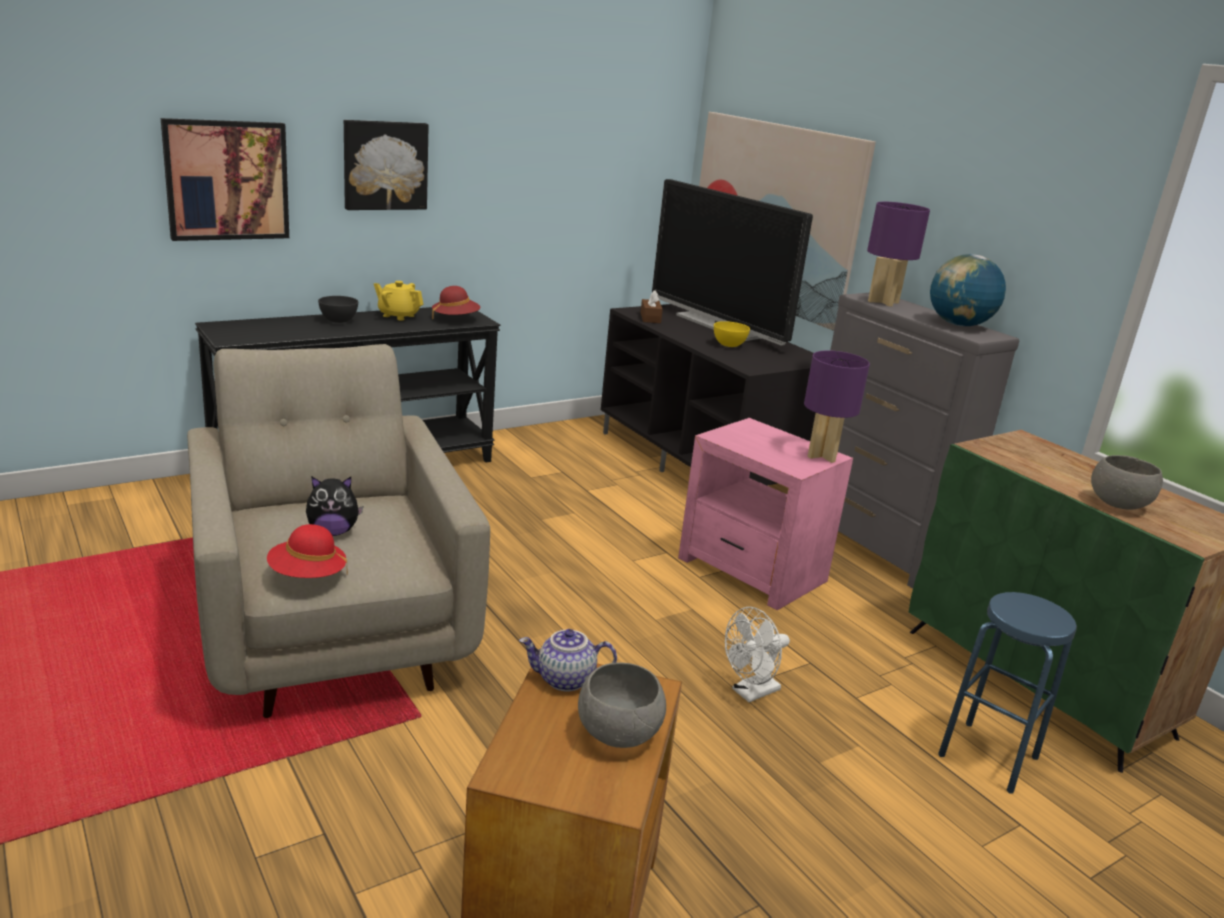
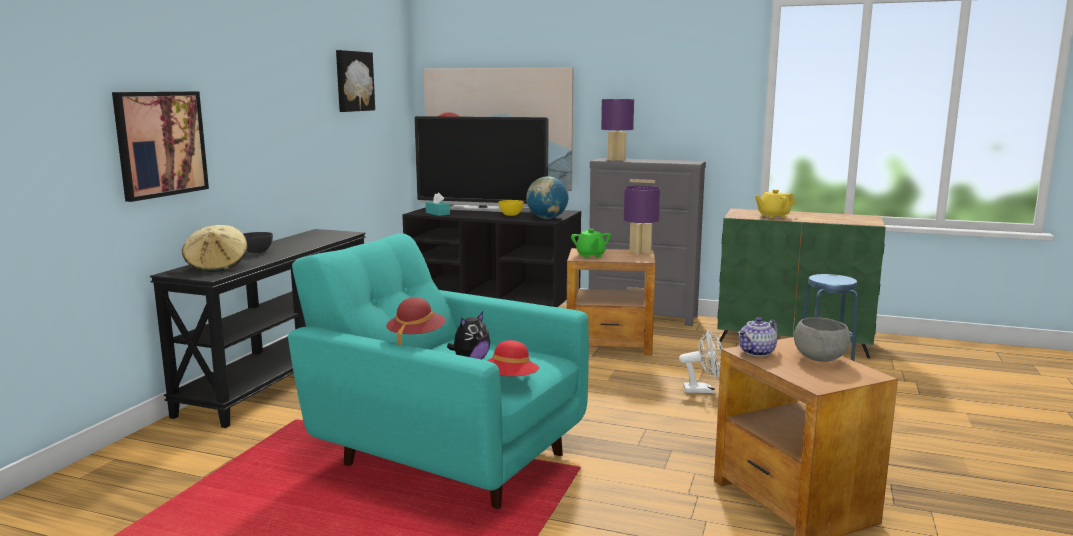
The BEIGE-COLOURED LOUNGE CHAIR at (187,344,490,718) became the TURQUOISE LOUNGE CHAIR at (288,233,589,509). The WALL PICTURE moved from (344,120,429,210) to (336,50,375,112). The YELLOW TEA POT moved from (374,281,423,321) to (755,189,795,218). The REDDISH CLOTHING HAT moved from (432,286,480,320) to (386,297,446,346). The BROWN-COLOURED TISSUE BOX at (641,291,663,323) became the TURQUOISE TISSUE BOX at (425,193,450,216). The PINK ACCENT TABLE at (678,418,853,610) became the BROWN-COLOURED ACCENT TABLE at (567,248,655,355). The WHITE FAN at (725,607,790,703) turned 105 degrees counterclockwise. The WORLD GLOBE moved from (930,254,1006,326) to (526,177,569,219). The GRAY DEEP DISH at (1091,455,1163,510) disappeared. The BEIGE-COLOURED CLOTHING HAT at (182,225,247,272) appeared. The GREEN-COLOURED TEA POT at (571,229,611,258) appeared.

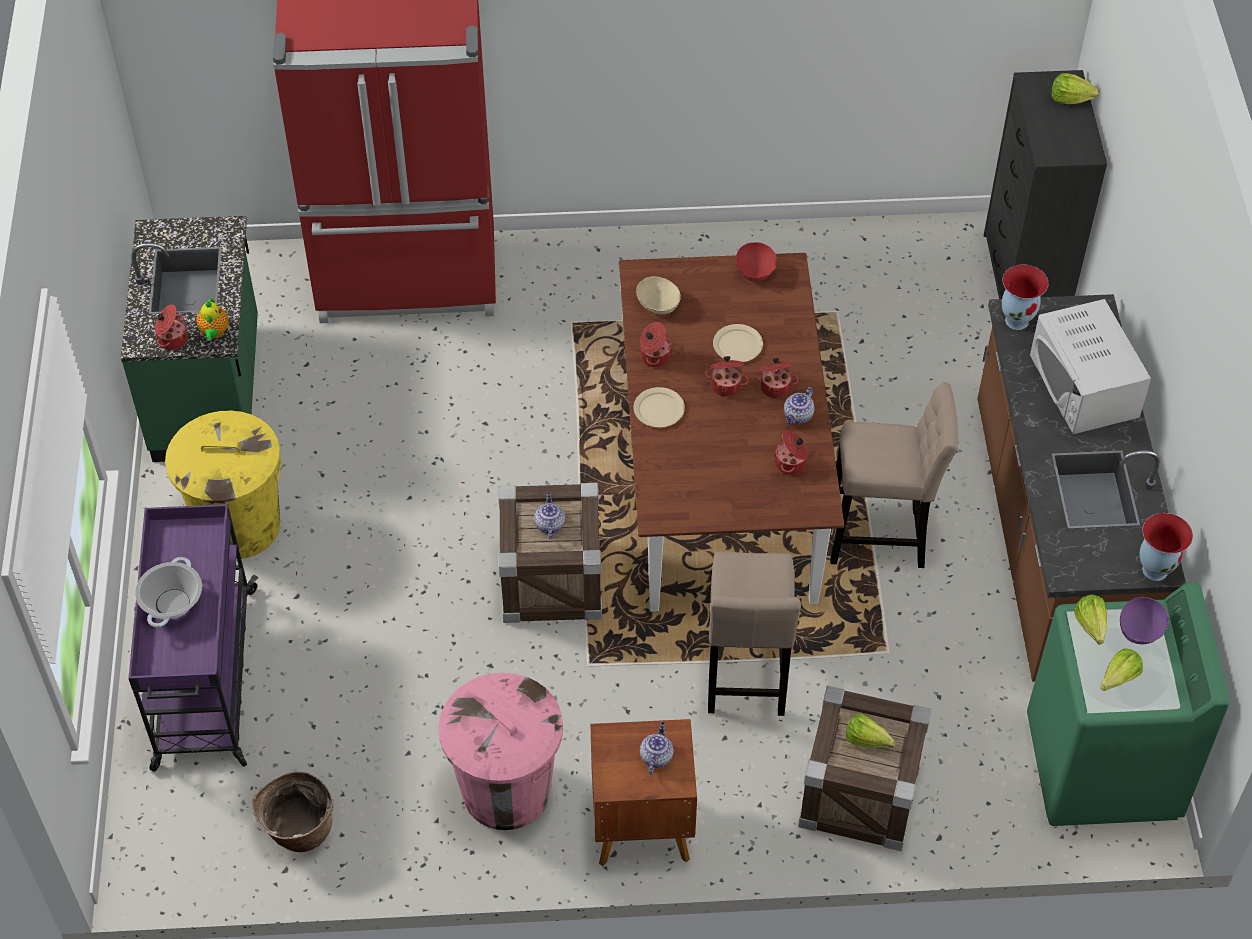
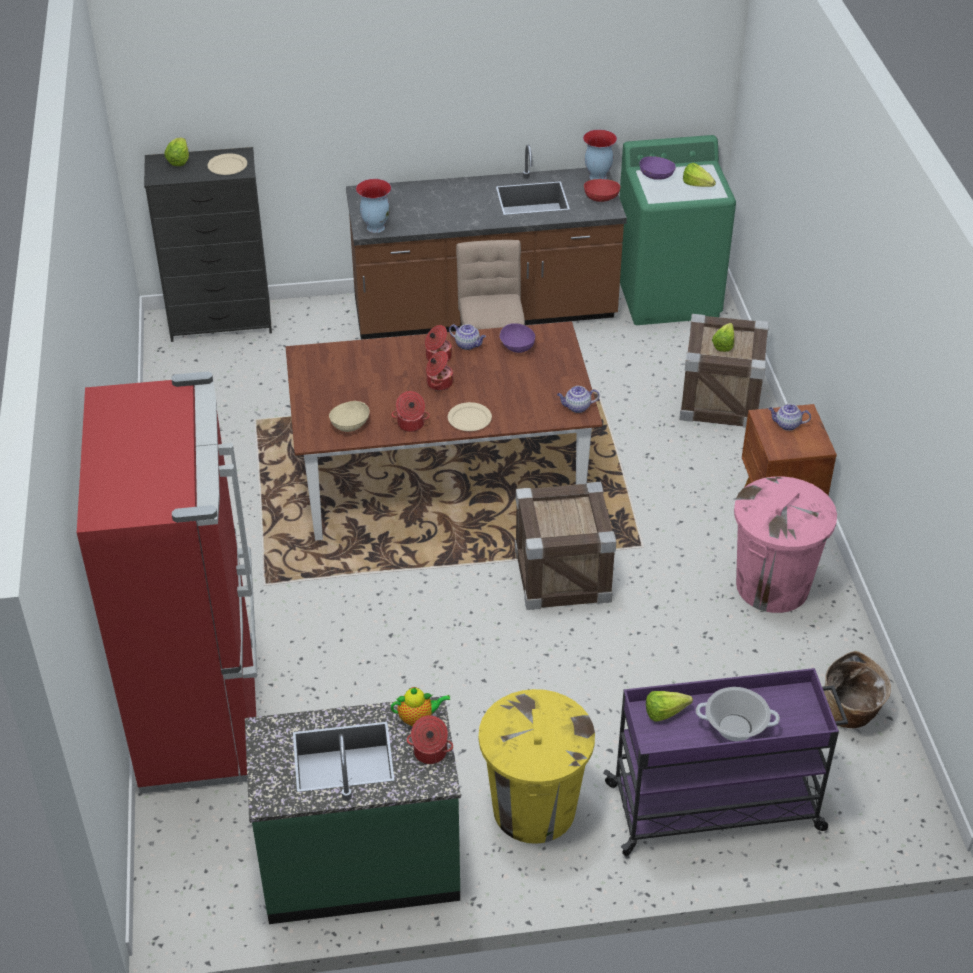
The TEA POT moved from (534,492,565,539) to (557,386,599,413). The BEIGE-COLOURED STOOL at (708,552,801,716) disappeared. The BEIGE-COLOURED FLAT DISH moved from (713,324,763,362) to (207,153,247,175). The REDDISH DEEP DISH moved from (736,242,777,281) to (584,179,620,202). The COOKING POT at (774,430,808,475) was replaced by the PURPLE-COLOURED DEEP DISH at (499,323,535,353). The WHITE MICROWAVE at (1030,299,1151,434) disappeared. The LETTUCE HEAD moved from (1074,594,1107,644) to (646,691,693,722).

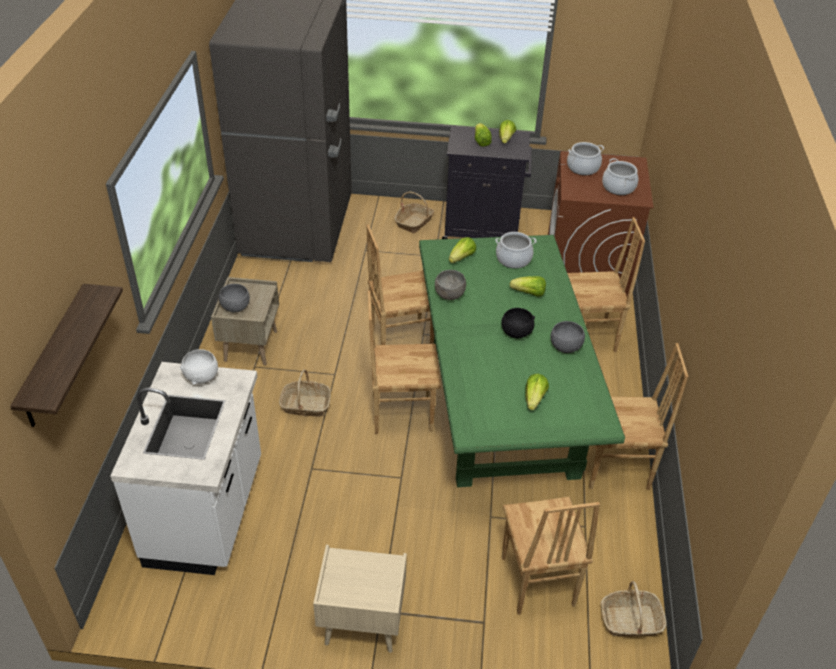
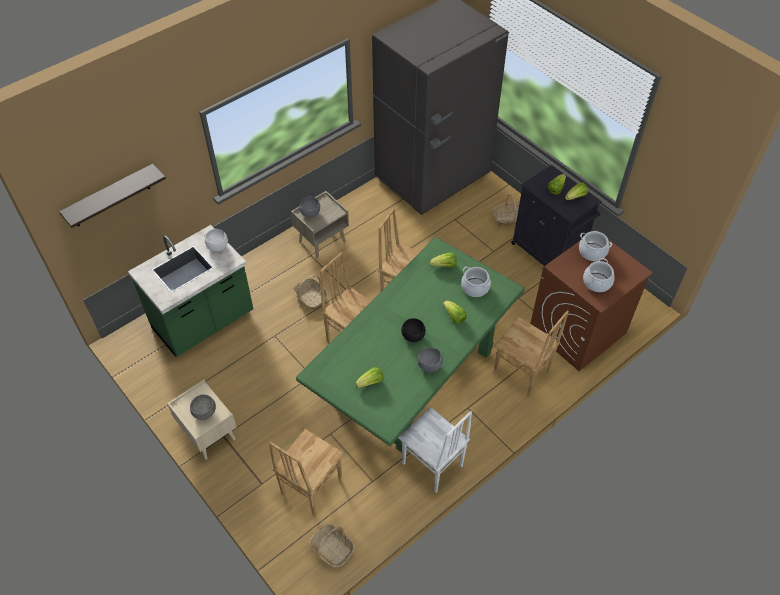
The WHITE KITCHEN COUNTER at (110,362,261,575) became the GREEN-COLOURED KITCHEN COUNTER at (128,225,253,357). The GRAY DEEP DISH moved from (435,270,466,300) to (190,395,216,420). The BROWN-COLOURED PLAIN CHAIR at (589,343,689,490) became the WHITE PLAIN CHAIR at (398,407,472,493).

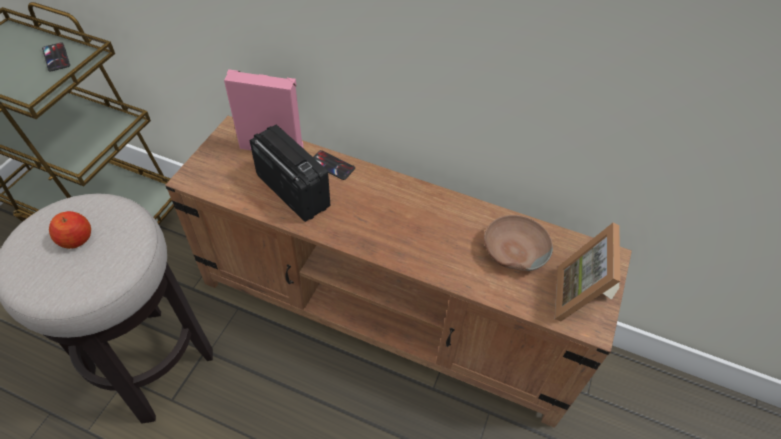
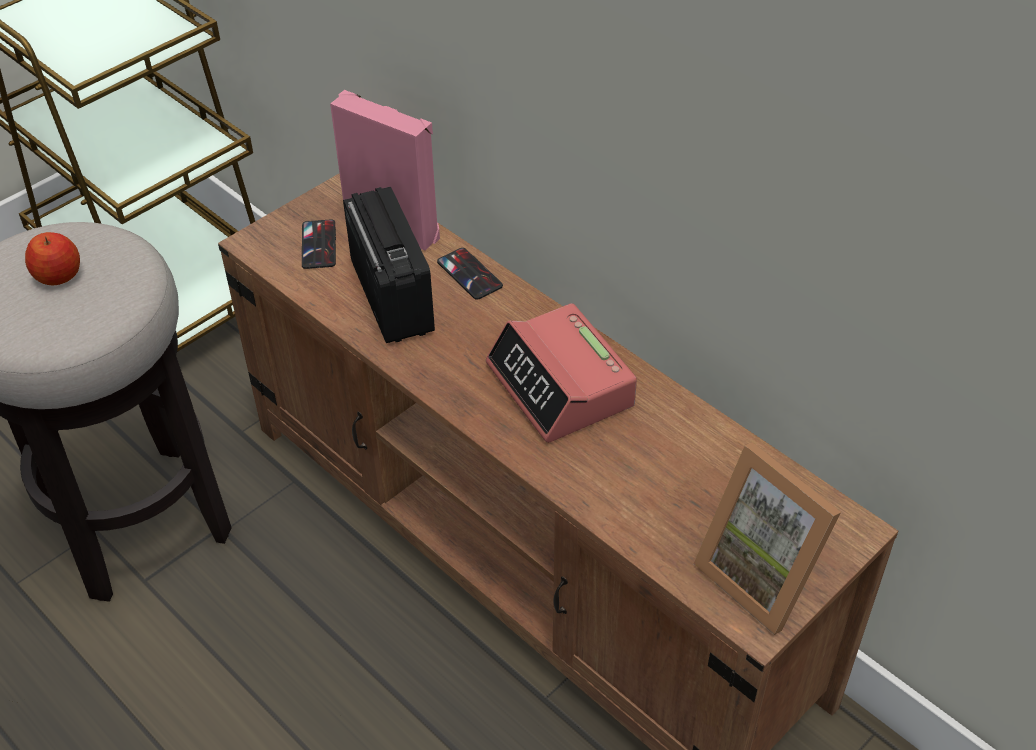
The TELEPHONE moved from (42,42,70,72) to (302,219,336,269). The BROWN-COLOURED DEEP DISH at (484,215,553,271) disappeared. The PICTURE FRAME at (555,223,620,321) turned 75 degrees counterclockwise. The BEDSIDE CLOCK at (486,303,637,443) appeared.

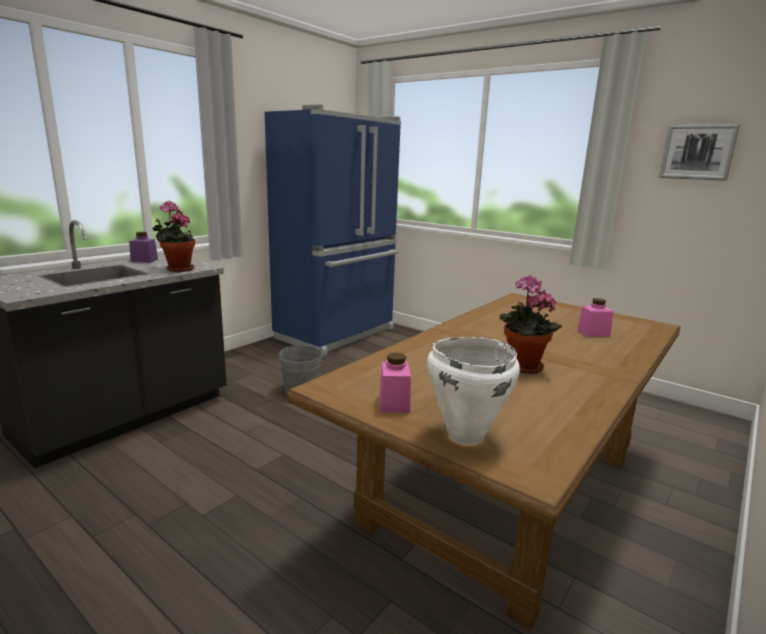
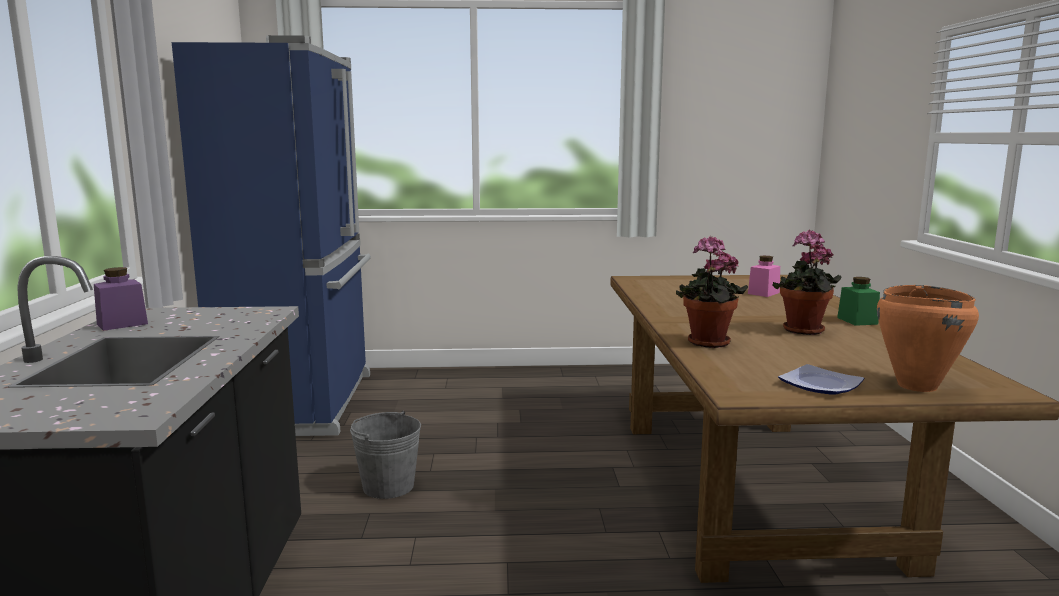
The POTTED PLANT moved from (153,201,195,272) to (676,237,748,348). The PINK PRESERVE JAR at (379,353,411,413) was replaced by the FLAT DISH at (778,364,864,394). The WHITE COOKING POT at (427,337,520,445) became the ORANGE-COLOURED COOKING POT at (877,285,979,392). The WALL PICTURE at (659,124,740,181) disappeared. The GREEN-COLOURED PRESERVE JAR at (837,277,880,326) appeared.

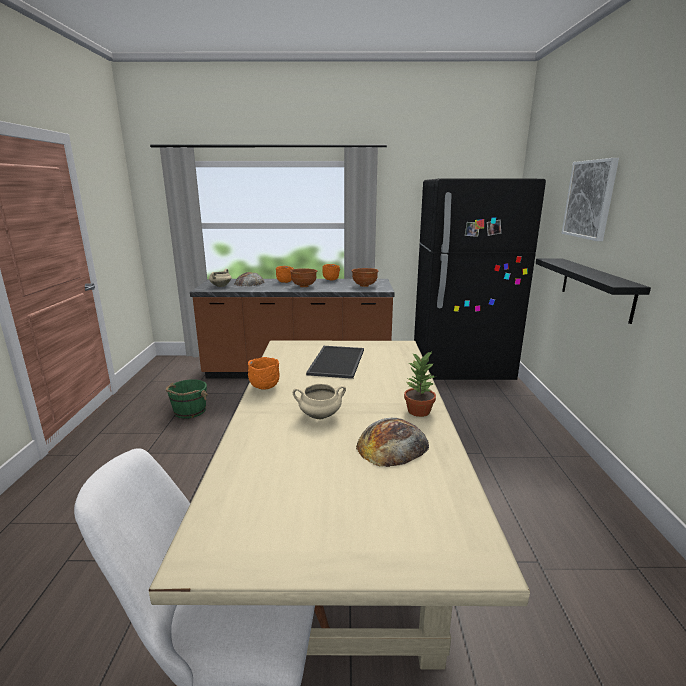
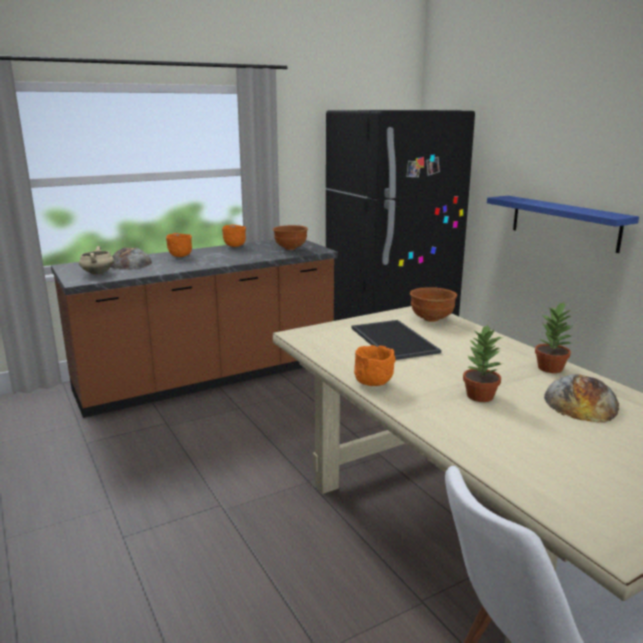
The GREEN-COLOURED BUCKET at (166,379,207,419) disappeared. The BROWN-COLOURED DEEP DISH moved from (290,268,317,287) to (410,287,457,322). The BEIGE-COLOURED COOKING POT at (293,384,346,419) was replaced by the POTTED PLANT at (463,324,503,402). The BLACK BRACKET SHELF at (536,259,651,324) became the BLUISH BRACKET SHELF at (487,196,639,253). The WALL PICTURE at (562,158,619,241) disappeared.

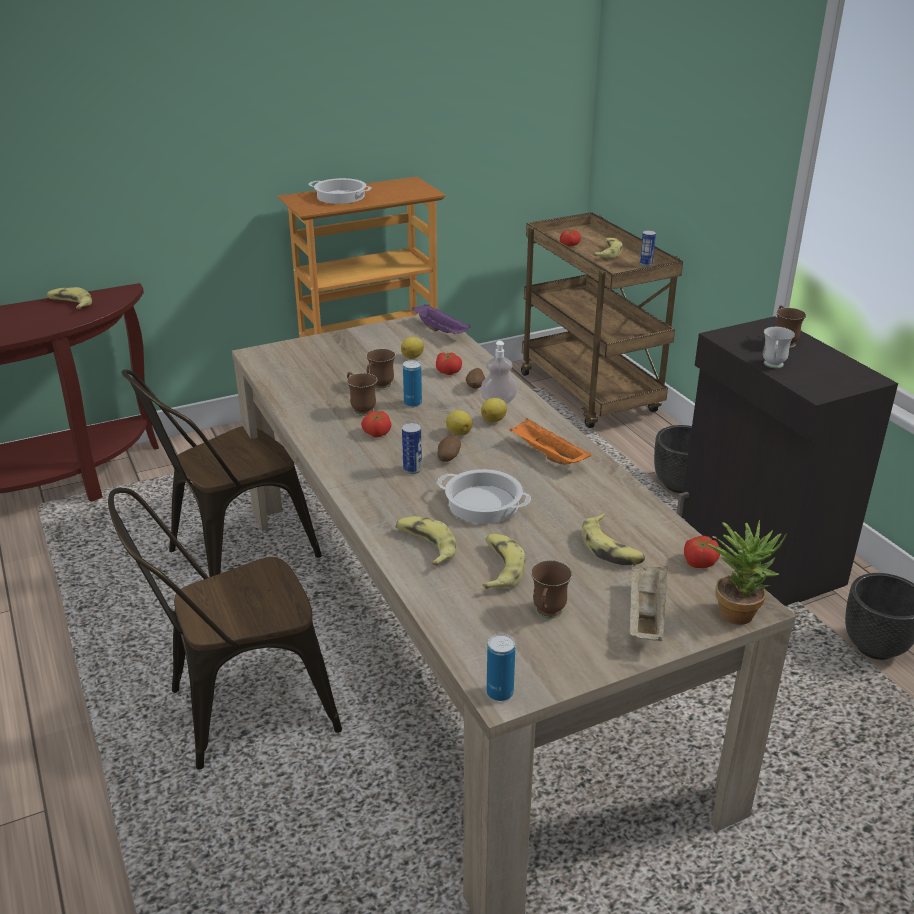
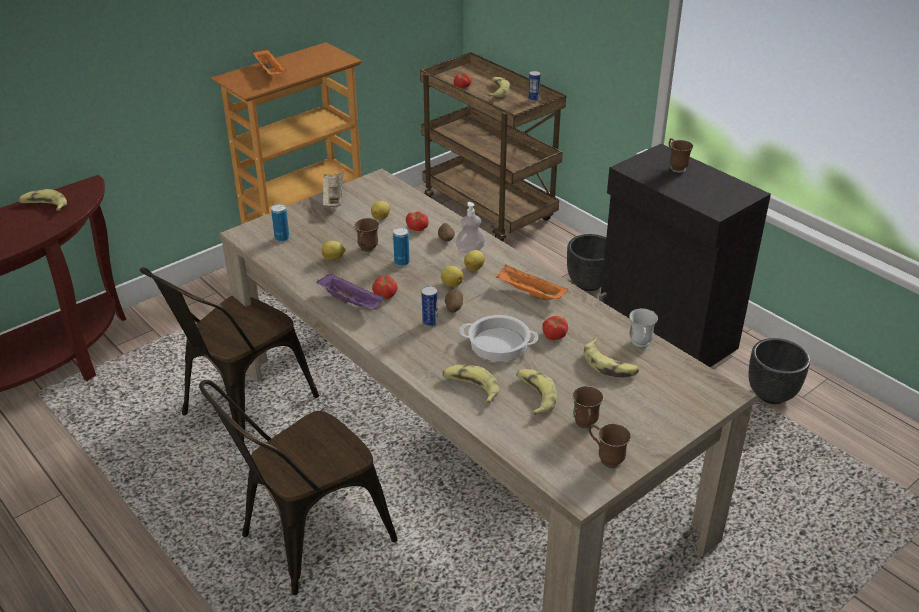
The COOKING POT at (308,178,372,204) was replaced by the ORANGE-COLOURED CARRYING TRAY at (253,49,286,75). The BROWN-COLOURED MUG moved from (347,372,377,416) to (589,424,631,469). The PURPLE-COLOURED CARRYING TRAY moved from (412,304,471,334) to (317,273,384,310). The SEALED CAN moved from (487,634,515,701) to (271,204,290,242). The BEIGE-COLOURED CARRYING TRAY moved from (629,565,667,641) to (323,173,343,207). The FRESH TOMATO moved from (684,536,720,568) to (542,316,568,340). The POTTED PLANT at (709,520,787,625) disappeared. The WHITE MUG moved from (763,327,795,368) to (629,309,658,348). The LEMON at (322,241,346,260) appeared.

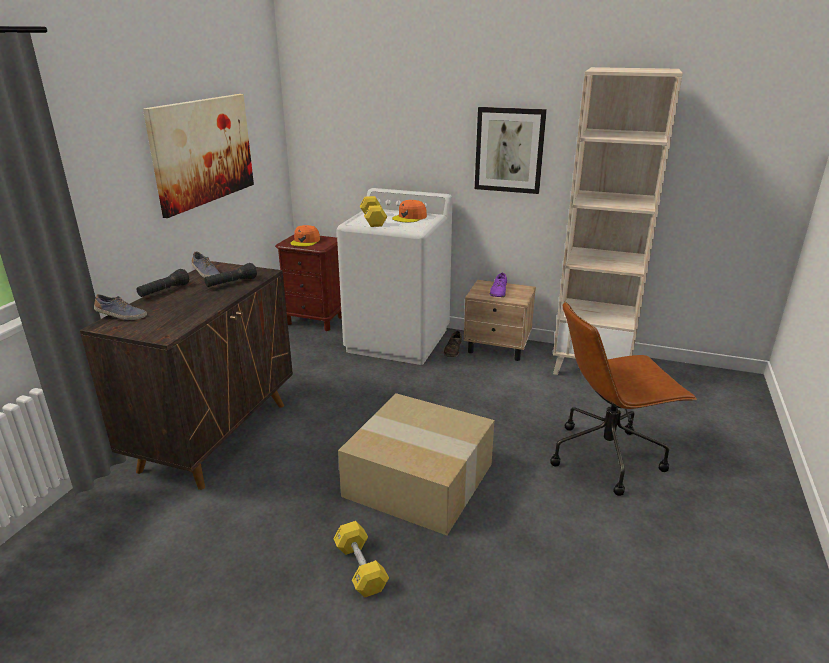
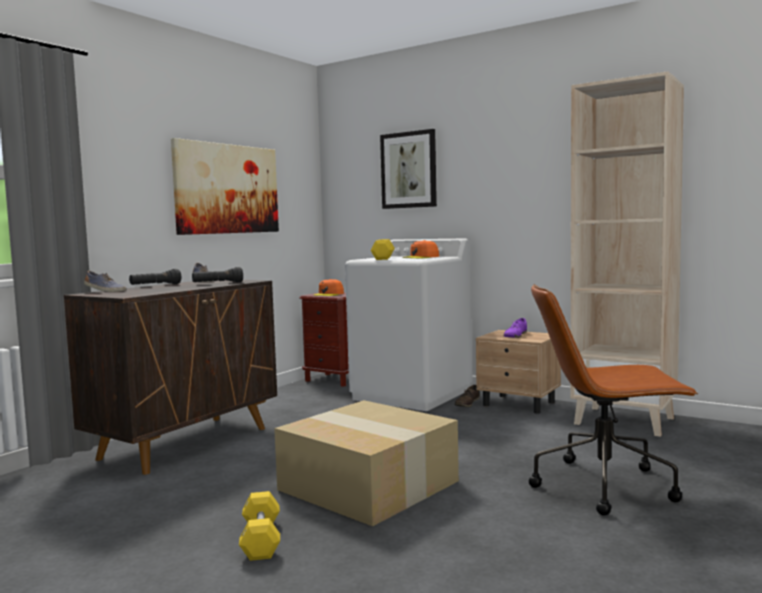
The WALL PICTURE moved from (475,107,547,194) to (380,129,437,209).

